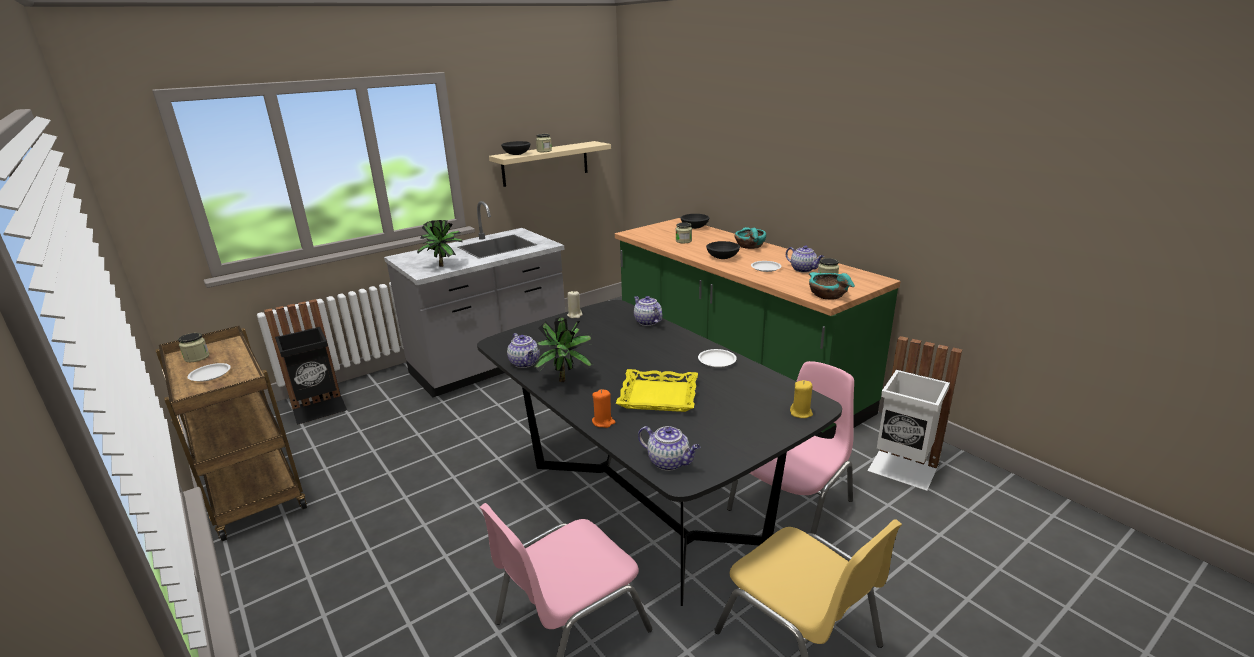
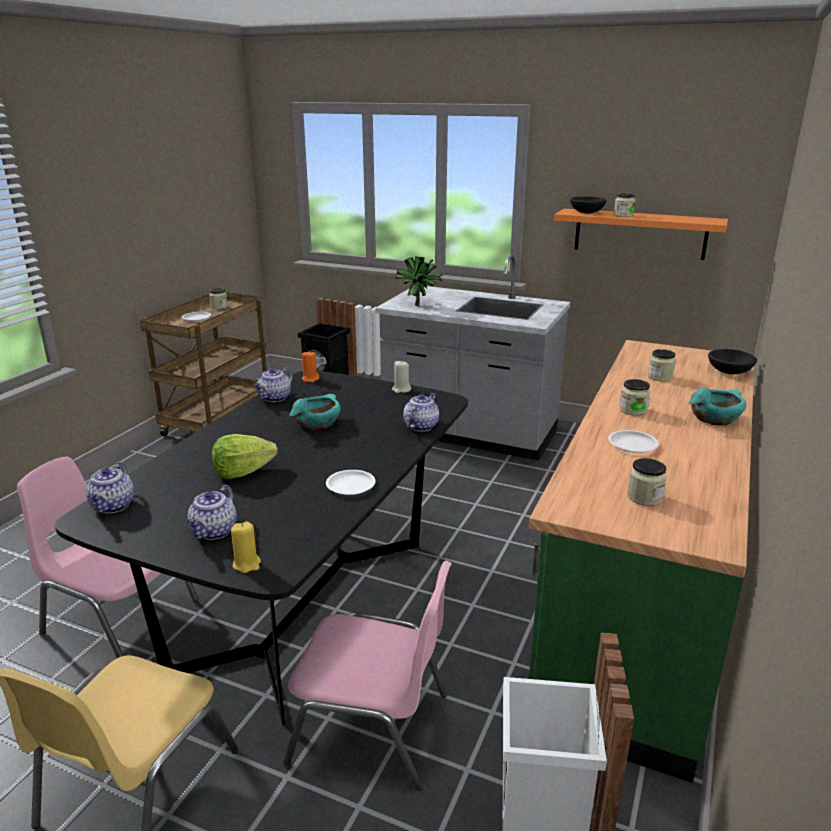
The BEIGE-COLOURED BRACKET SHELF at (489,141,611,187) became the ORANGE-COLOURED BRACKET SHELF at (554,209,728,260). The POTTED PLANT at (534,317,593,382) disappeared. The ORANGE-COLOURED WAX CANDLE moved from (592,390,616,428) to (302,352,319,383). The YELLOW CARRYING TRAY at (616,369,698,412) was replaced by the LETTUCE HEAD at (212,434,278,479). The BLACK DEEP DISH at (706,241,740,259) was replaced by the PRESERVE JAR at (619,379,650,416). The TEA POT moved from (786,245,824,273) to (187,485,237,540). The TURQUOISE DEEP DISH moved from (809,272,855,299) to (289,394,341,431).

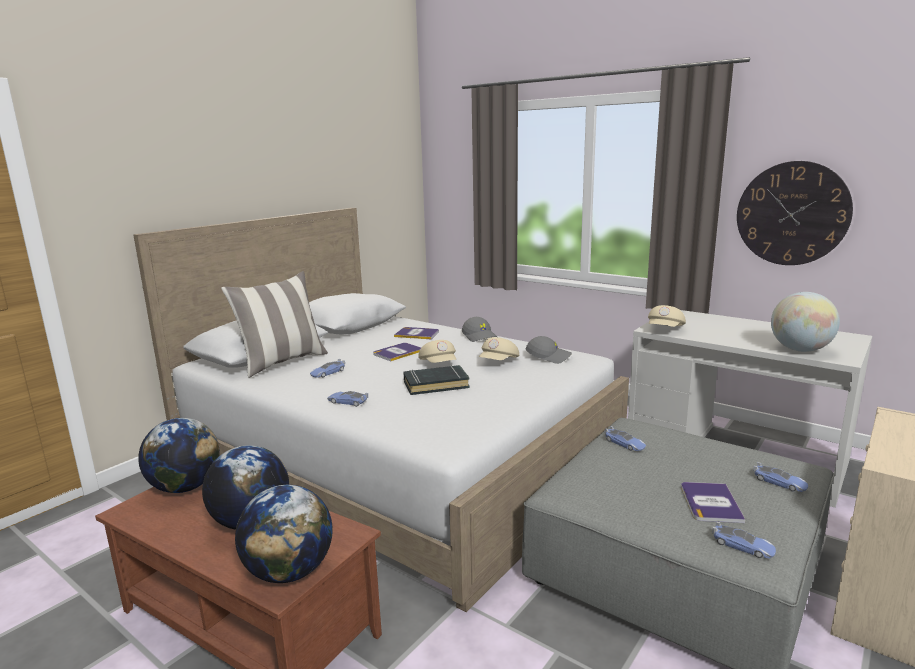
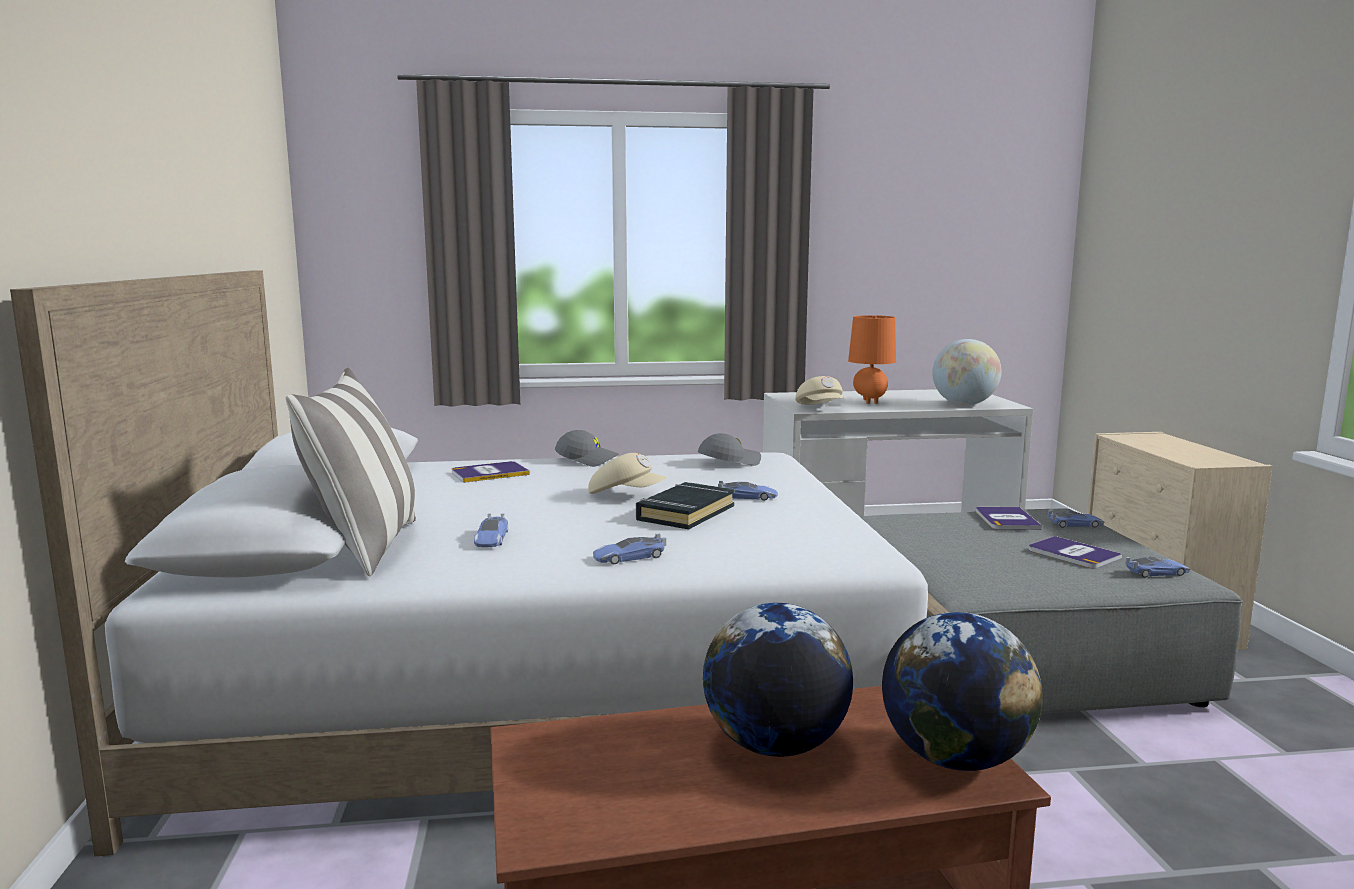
The WORLD GLOBE at (138,418,220,493) disappeared. The BOUND BOOK moved from (373,343,421,361) to (976,507,1042,530). The BEIGE-COLOURED PEAKED CAP at (479,337,519,360) disappeared. The MODEL CAR moved from (605,426,646,451) to (718,481,778,501). The CLOCK ON THE WALL at (737,161,853,265) disappeared. The ORANGE-COLOURED TABLE LAMP at (848,315,896,404) appeared.

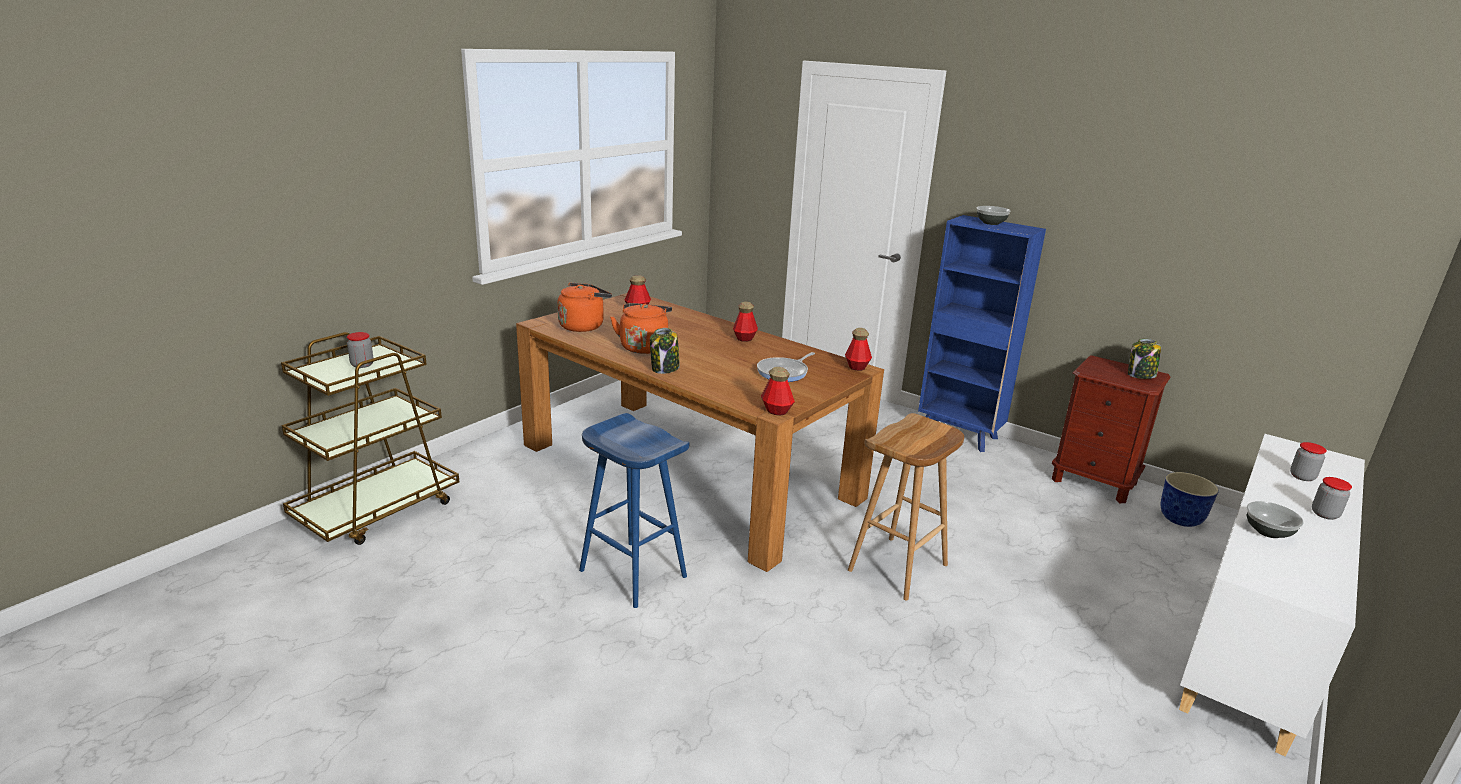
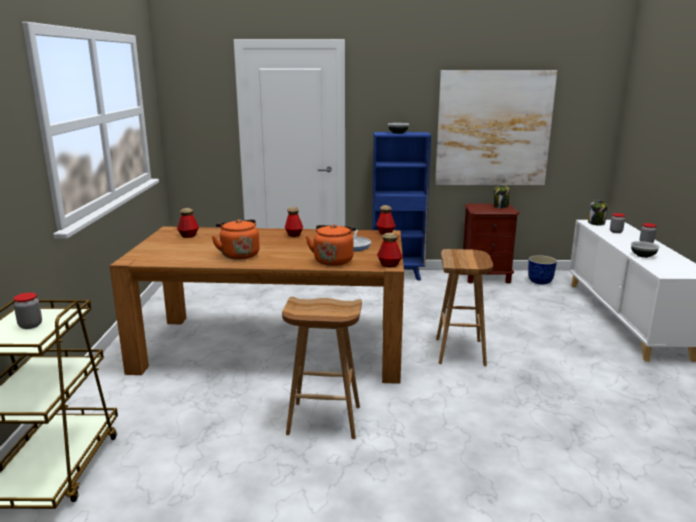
The ORANGE-COLOURED TEA KETTLE moved from (557,283,612,332) to (306,224,356,266). The BLUISH STOOL at (579,413,689,608) became the BROWN-COLOURED STOOL at (282,297,362,439). The PRESERVE JAR moved from (650,328,680,374) to (588,200,607,226). The WALL PICTURE at (435,70,557,185) appeared.

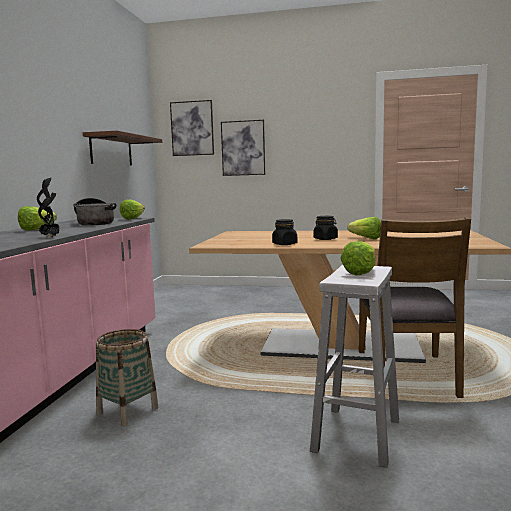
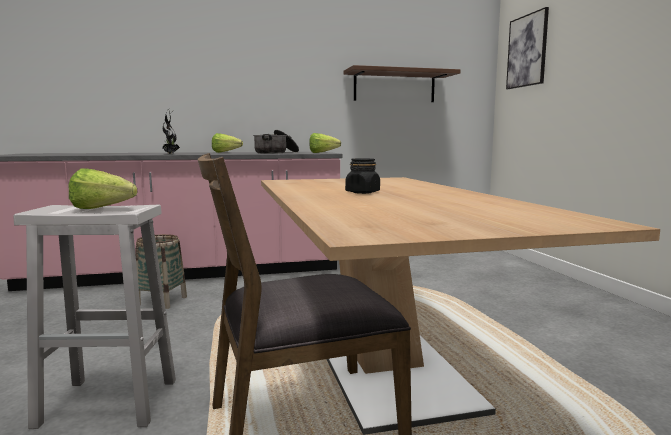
The WALL PICTURE at (221,120,265,176) disappeared. The BLACK PRESERVE JAR at (272,219,297,245) disappeared. The LETTUCE HEAD at (347,217,381,240) disappeared.

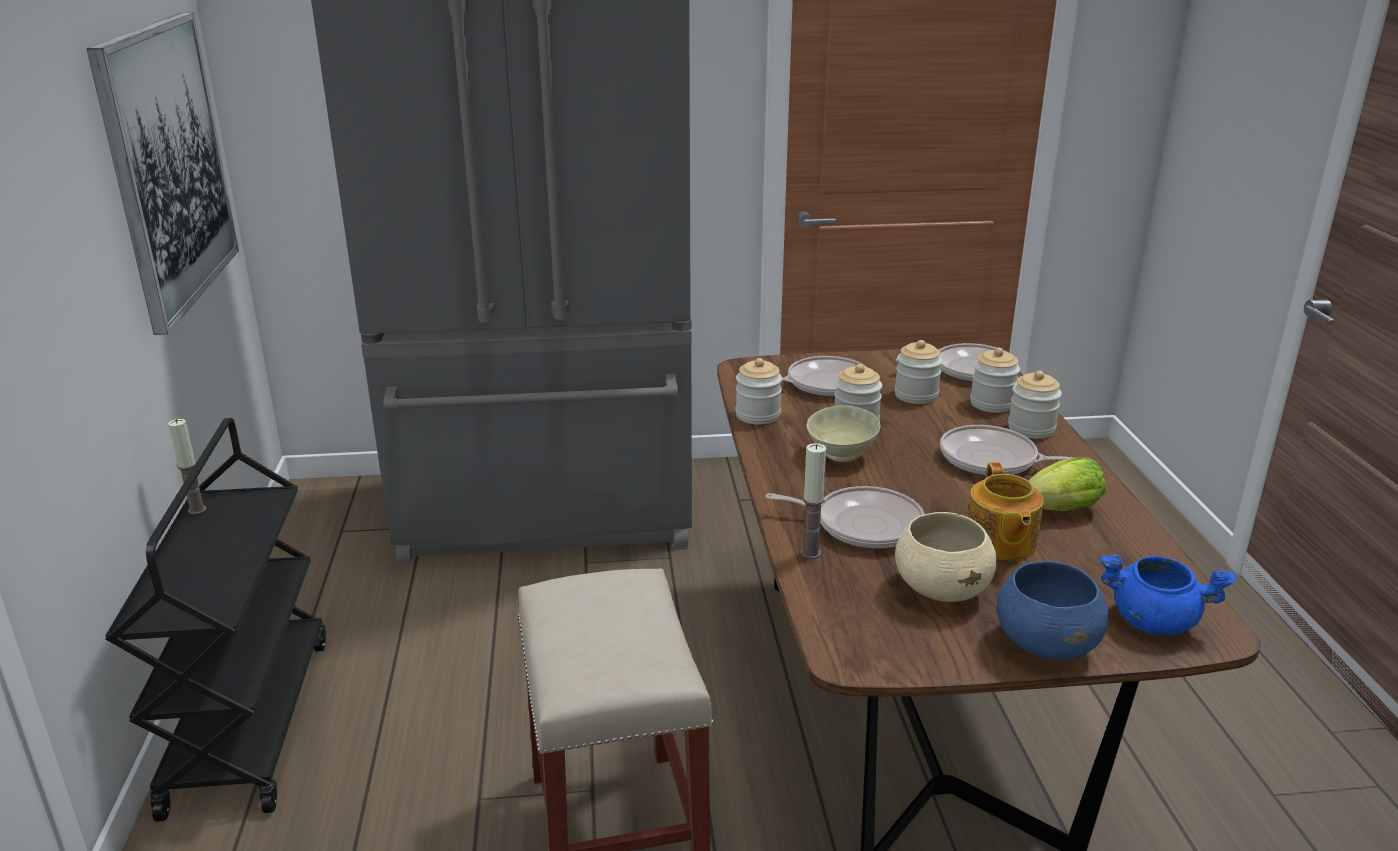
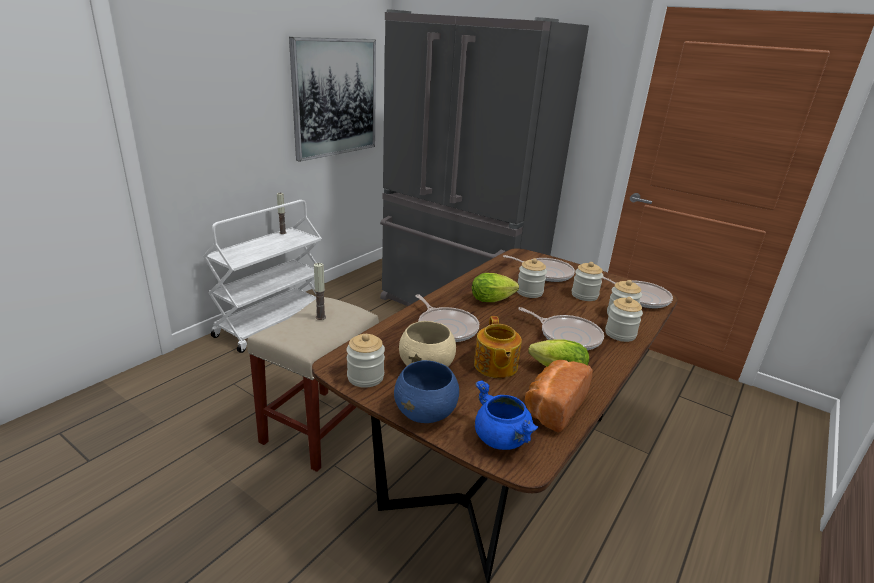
The BLACK CART at (105,418,326,822) became the WHITE CART at (203,200,322,353). The PRESERVE JAR moved from (735,358,782,425) to (346,334,385,388). The WAX CANDLE moved from (800,443,826,559) to (314,263,326,320). The BEIGE-COLOURED DEEP DISH at (806,405,881,462) was replaced by the LETTUCE HEAD at (472,273,519,302). The FRYING PAN at (940,425,1073,476) turned 150 degrees clockwise. The TEA POT at (967,462,1044,560) turned 45 degrees counterclockwise. The BAKED BREAD at (524,360,593,433) appeared.

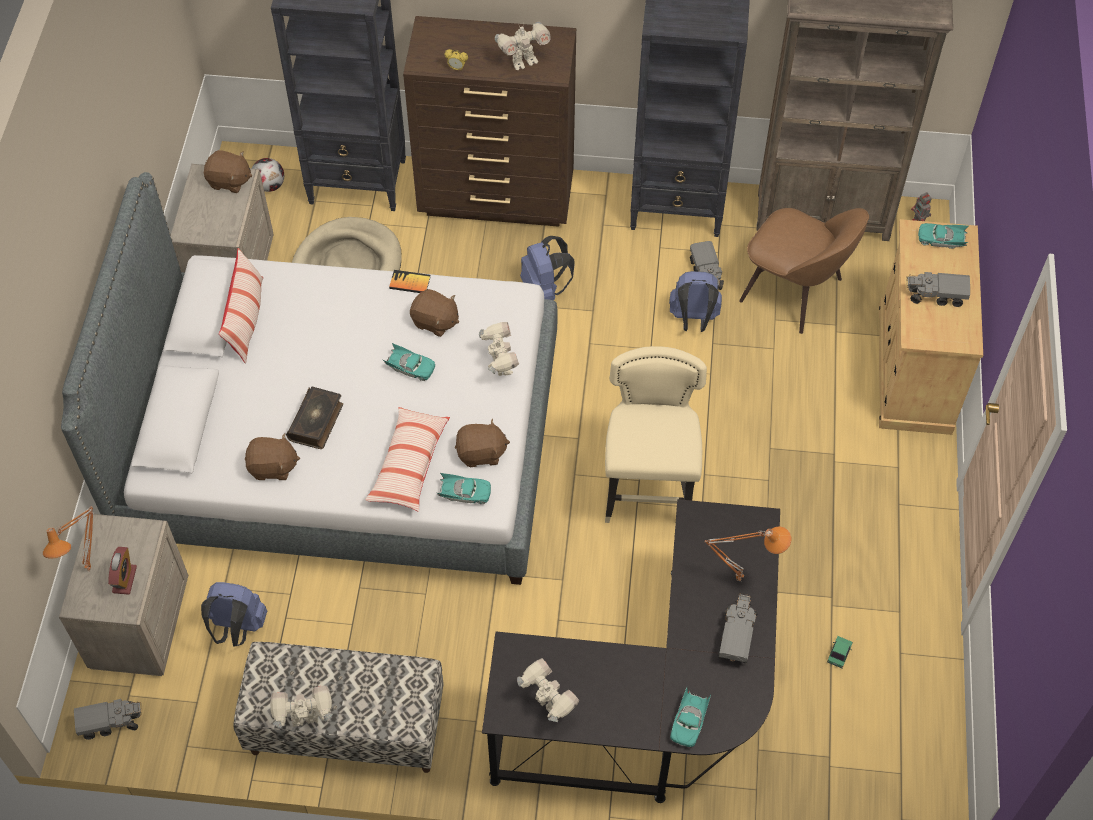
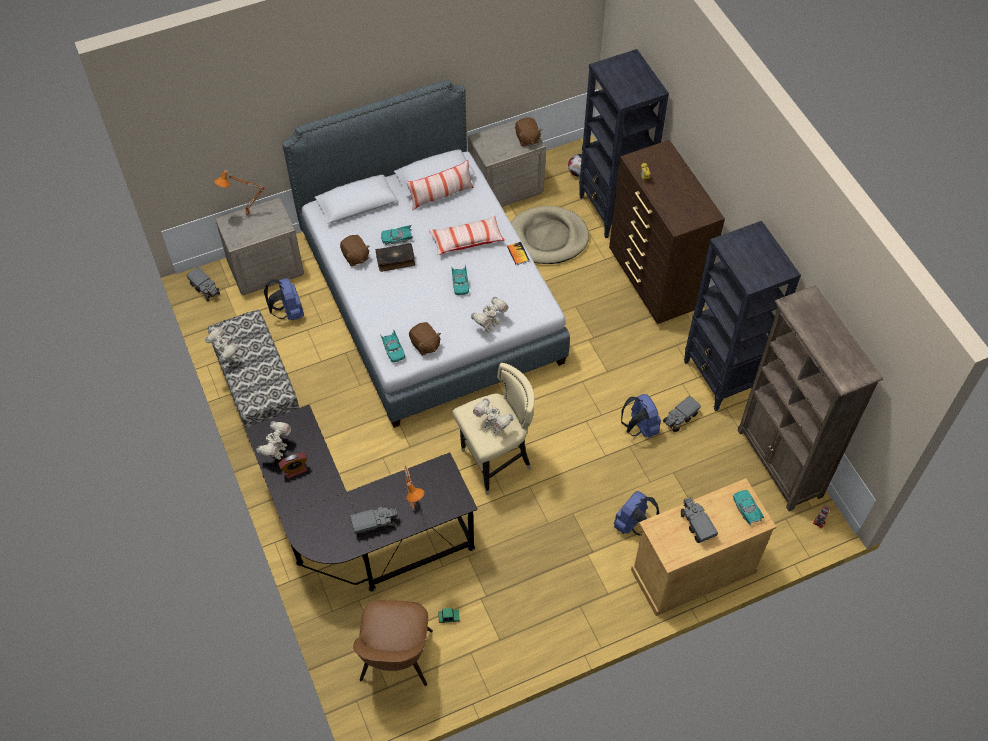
The BEDSIDE CLOCK moved from (108,547,137,595) to (278,453,307,479). The THROW PILLOW moved from (365,407,450,512) to (429,216,504,255). The BROWN-COLOURED PLUSH TOY at (410,289,459,337) disappeared. The TOY ROBOT moved from (495,22,551,70) to (473,398,513,435). The BLUISH BACKPACK moved from (520,236,575,301) to (614,491,659,536). The TURQUOISE MODEL CAR moved from (670,687,711,747) to (381,225,413,245). The BROWN-COLOURED PLAIN CHAIR moved from (739,208,869,334) to (353,599,433,686).

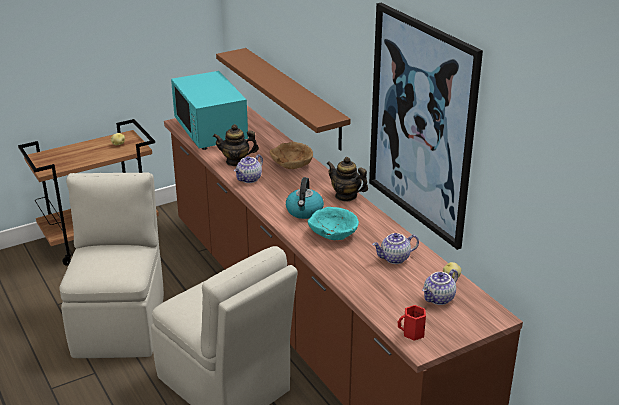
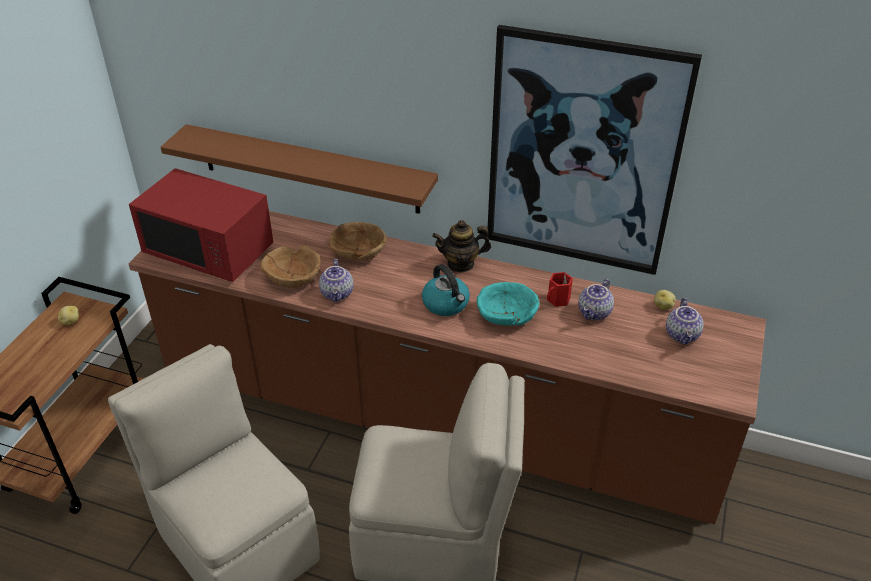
The TURQUOISE MICROWAVE at (171,71,248,150) became the REDDISH MICROWAVE at (129,168,273,282). The TEA POT at (213,124,259,166) was replaced by the BROWN-COLOURED DEEP DISH at (261,246,321,288). The REDDISH MUG moved from (398,305,426,341) to (547,272,573,307).

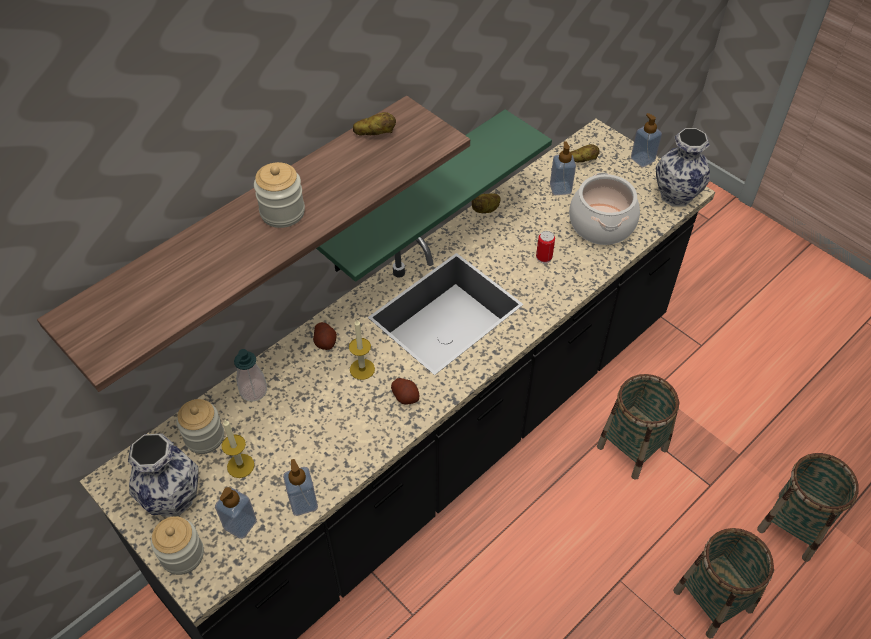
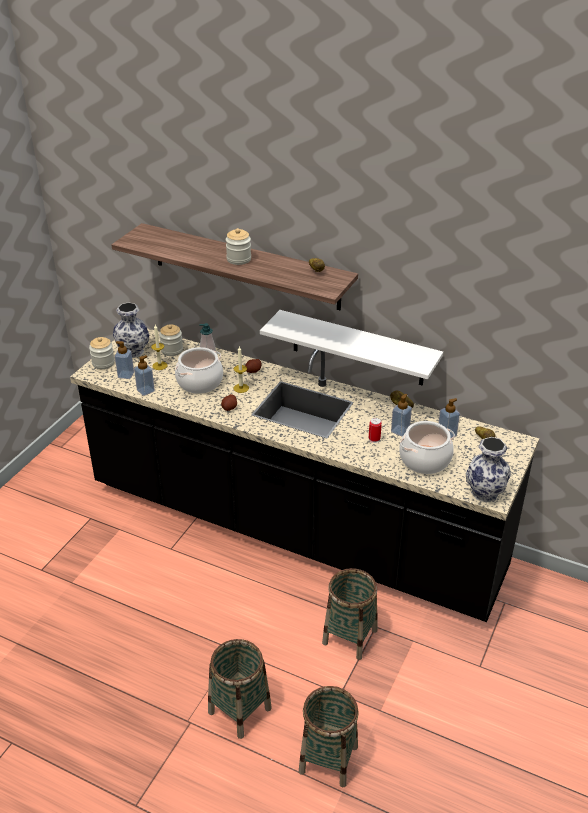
The GREEN-COLOURED BRACKET SHELF at (316,109,552,282) became the WHITE BRACKET SHELF at (260,310,443,385). The SOAP BOTTLE moved from (631,113,662,167) to (391,394,412,437). The COOKING POT at (175,347,223,394) appeared.

